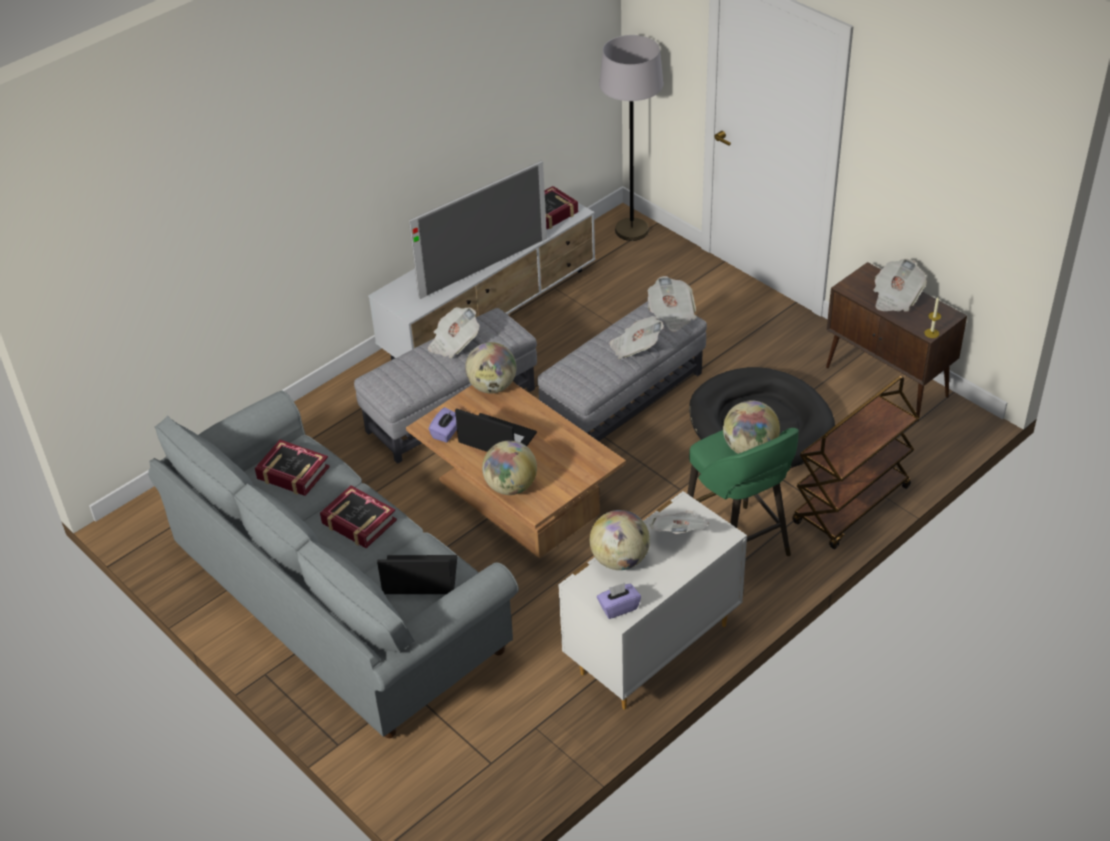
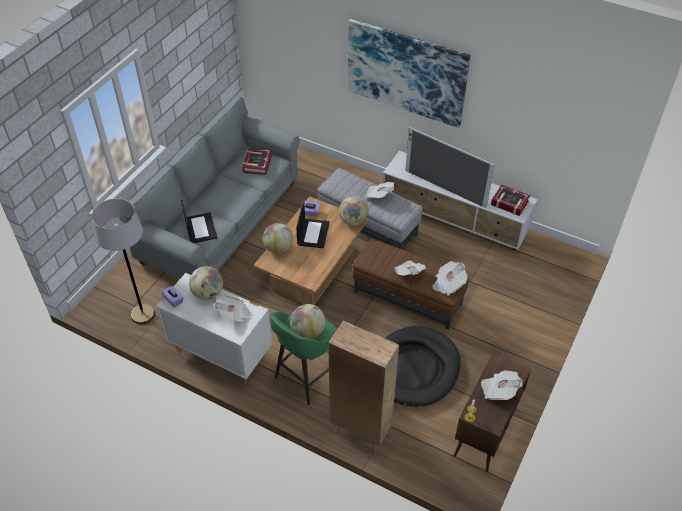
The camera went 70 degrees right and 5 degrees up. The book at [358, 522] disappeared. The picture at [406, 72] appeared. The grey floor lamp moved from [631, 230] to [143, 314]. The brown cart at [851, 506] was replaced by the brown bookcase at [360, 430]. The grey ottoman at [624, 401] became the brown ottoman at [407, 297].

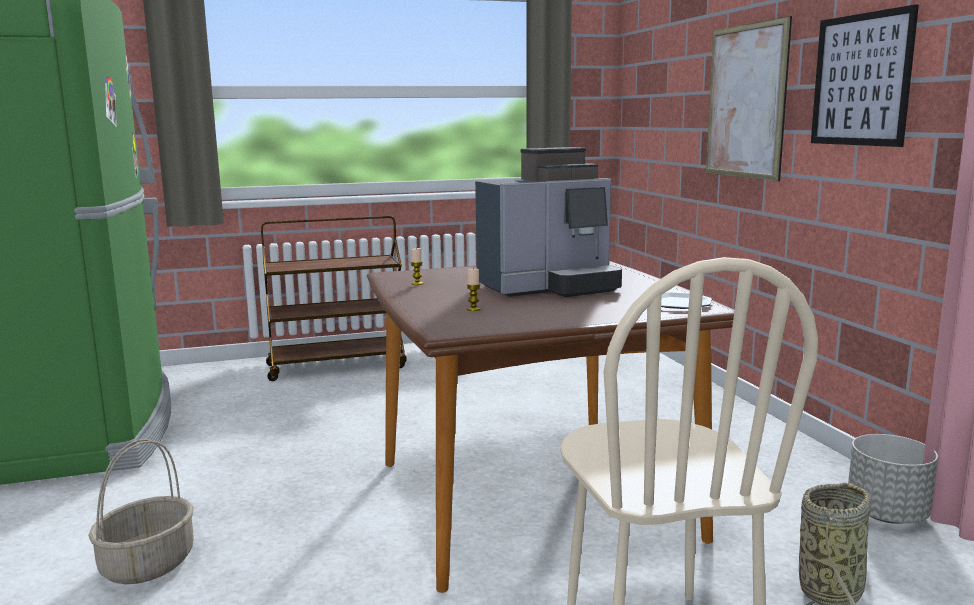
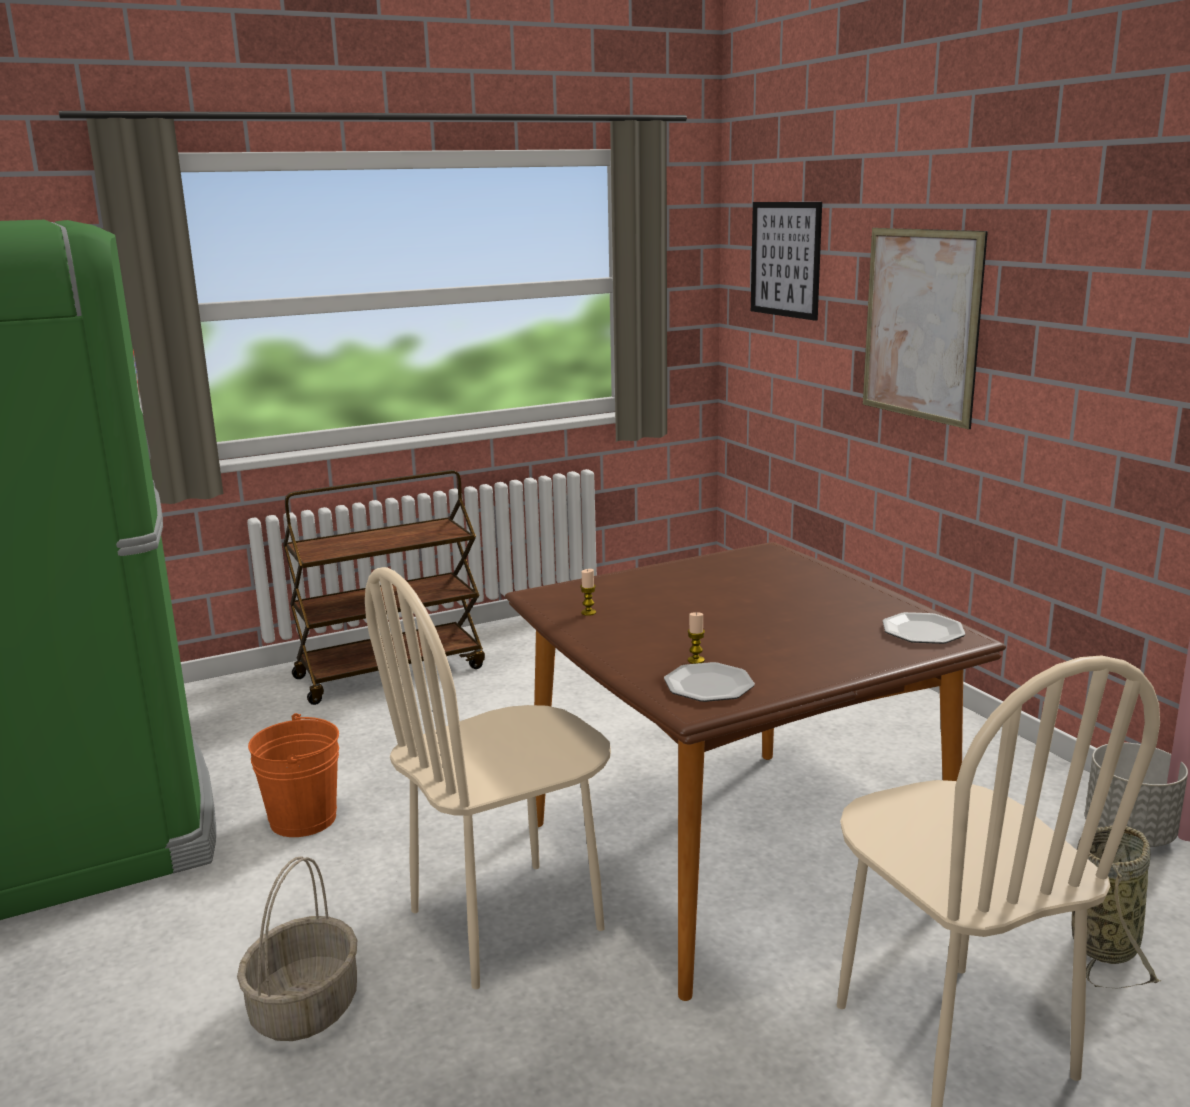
The camera went 10 degrees left and 5 degrees up. The coffee machine at [550, 287] disappeared. The orange bucket at [303, 819] appeared. The beige chair at [507, 921] appeared. The plate at [709, 686] appeared. The picture moved from [861, 80] to [785, 259].

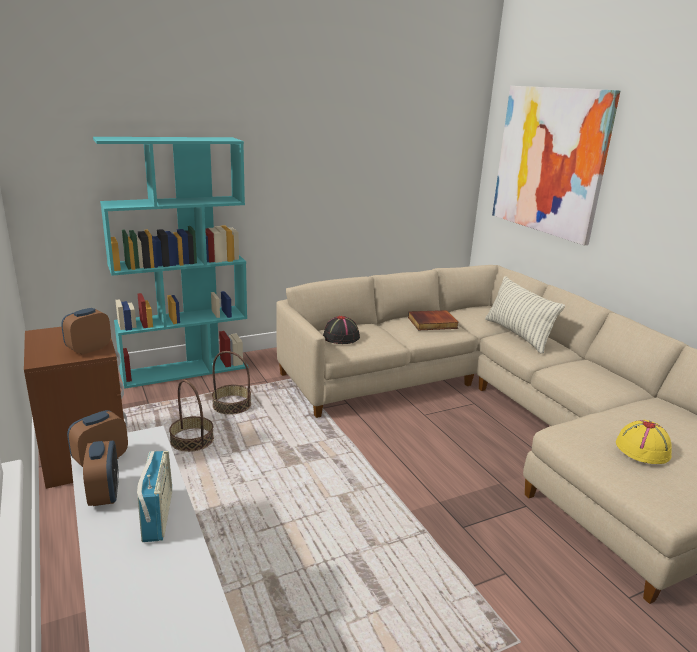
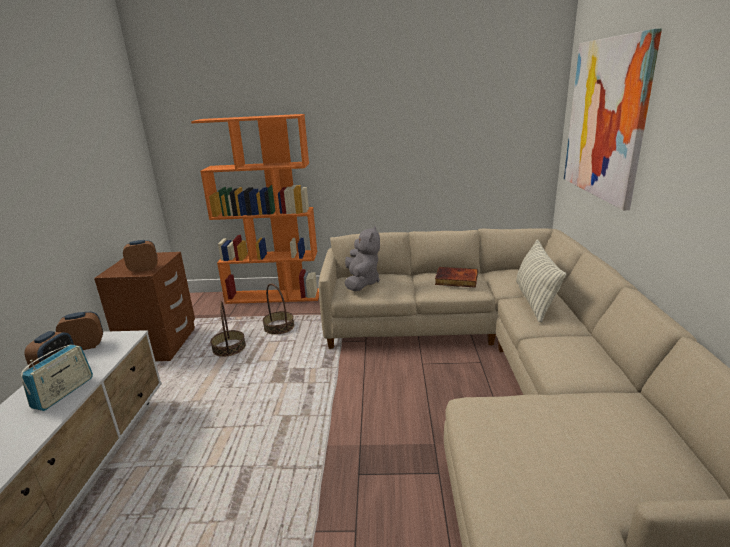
The camera went 30 degrees right and 0 degrees up. The yellow hat at [643, 448] disappeared. The black hat at [341, 337] was replaced by the grey plush toy at [362, 283]. The turquoise bookcase at [185, 370] became the orange bookcase at [274, 296].

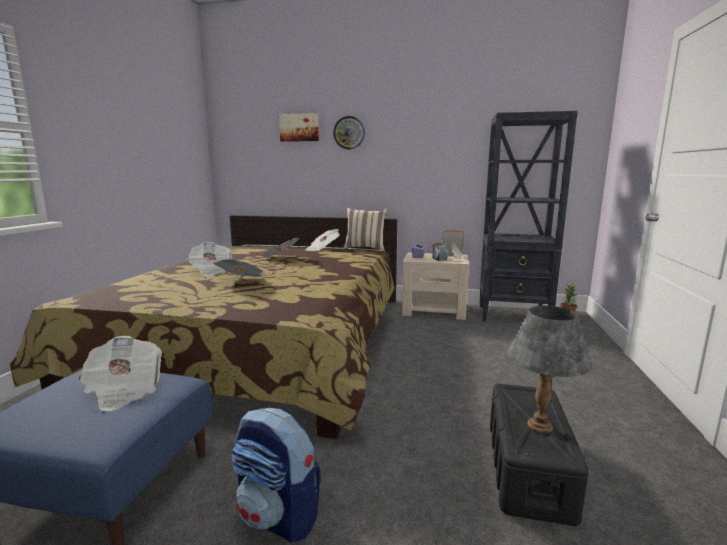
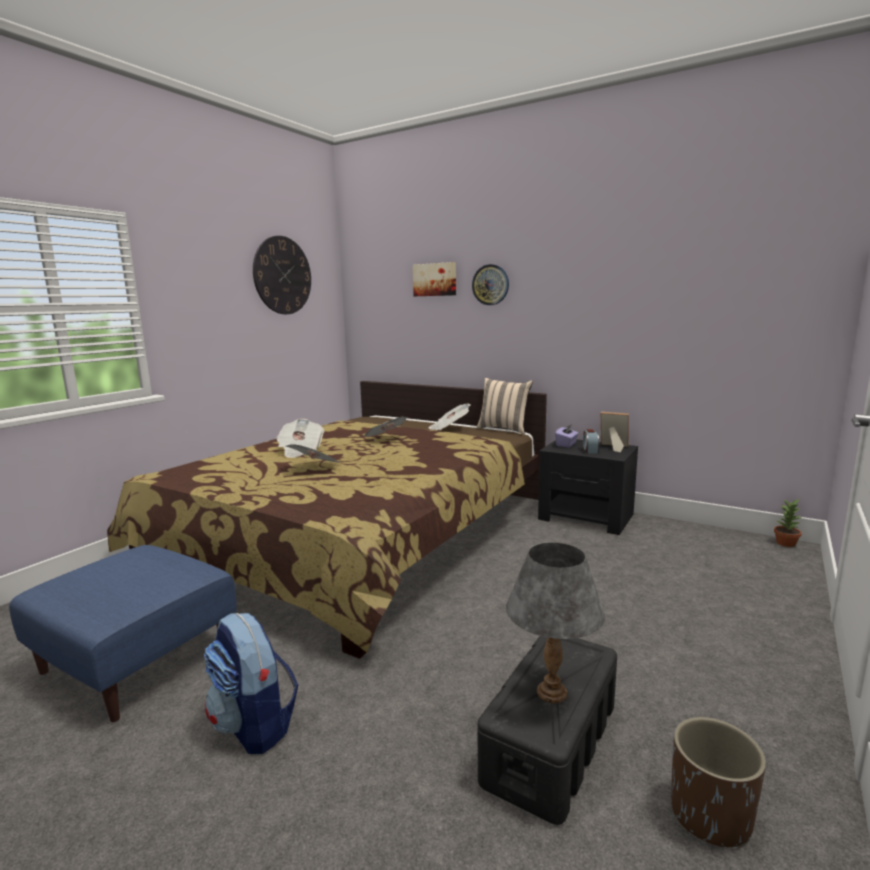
The camera went 20 degrees right and 0 degrees up. The newspaper at [124, 390] disappeared. The black bookcase at [514, 316] disappeared. The wall clock at [282, 275] appeared. The brown planter at [709, 816] appeared. The beige nightstand at [434, 310] became the black nightstand at [586, 517].

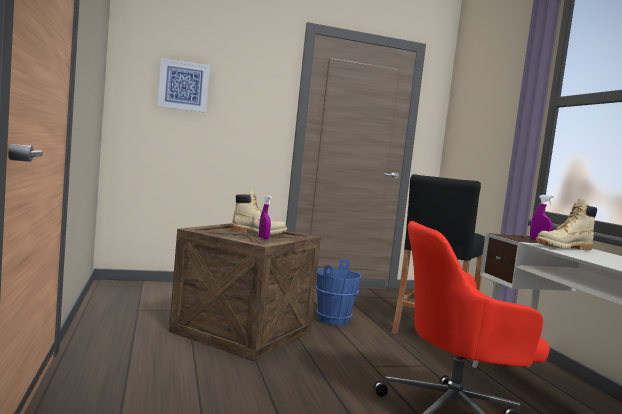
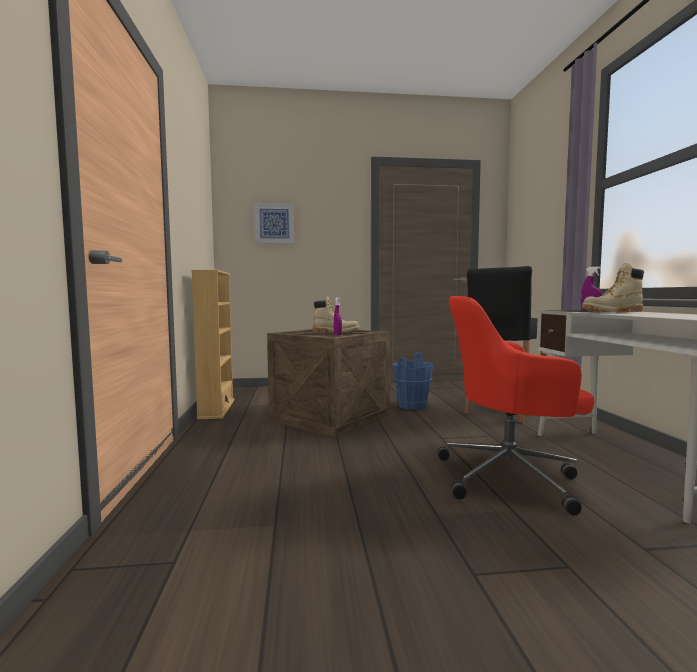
The camera went 10 degrees right and 0 degrees up. The beige bookcase at [216, 409] appeared.

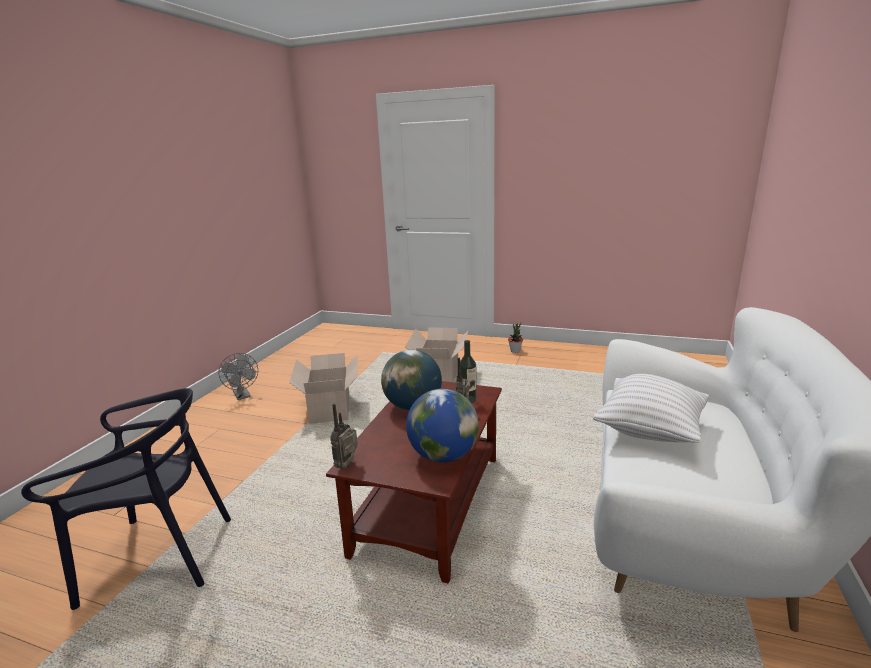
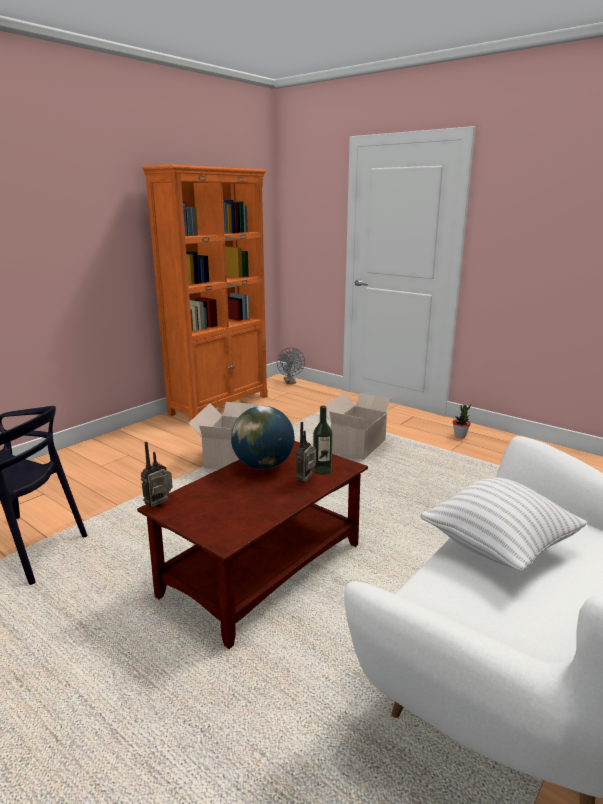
The camera went 20 degrees right and 0 degrees up. The globe at [443, 456] disappeared. The orange bookcase at [220, 405] appeared. The grey fan moved from [243, 396] to [290, 382].

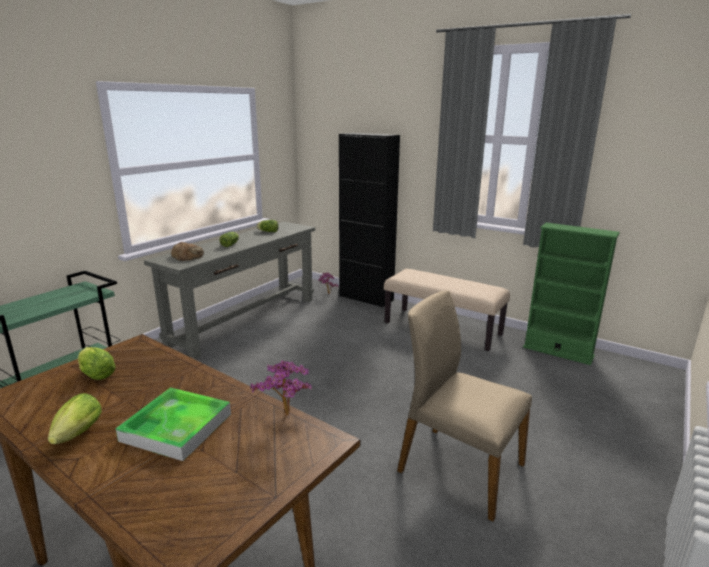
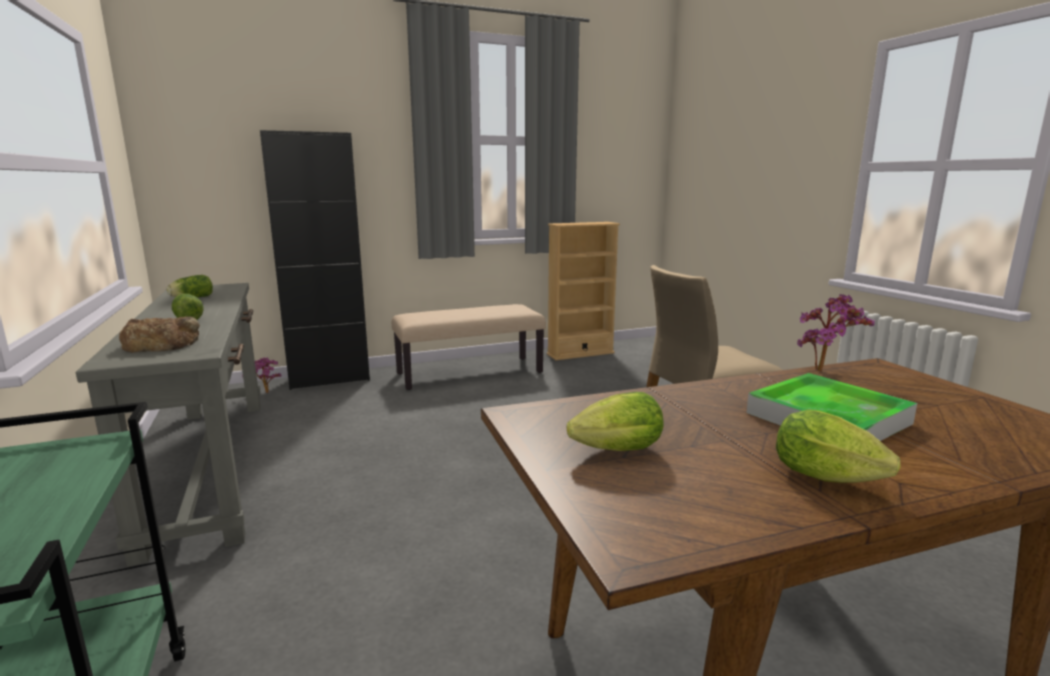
The camera went 55 degrees left and 5 degrees down. The green bookcase at [558, 351] became the beige bookcase at [580, 353].

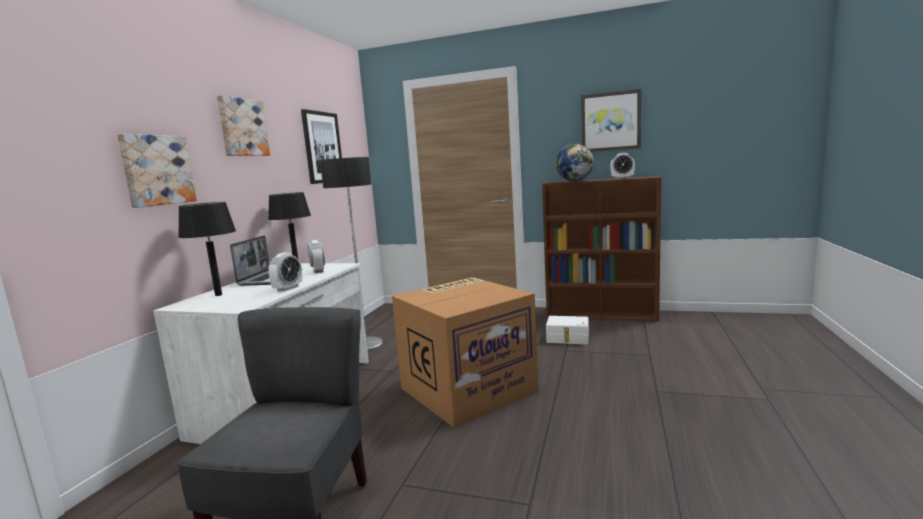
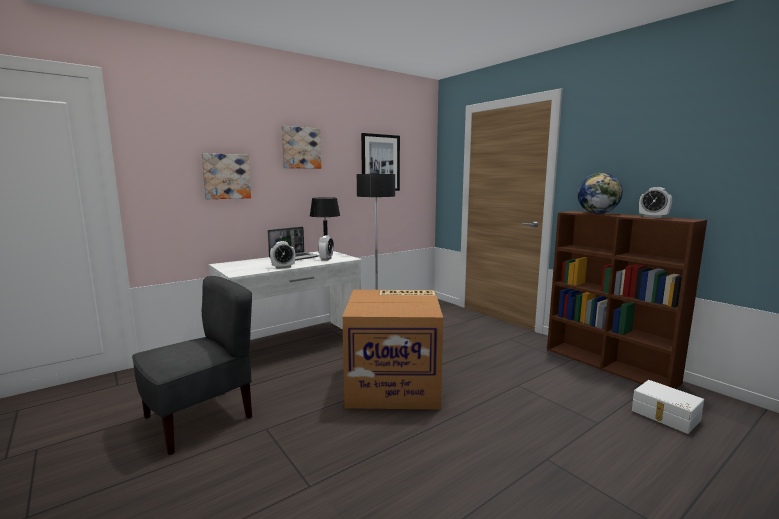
The camera went 35 degrees right and 0 degrees up. The black table lamp at [219, 295] disappeared. The picture at [610, 121] disappeared. The white storage box moved from [567, 338] to [665, 416].

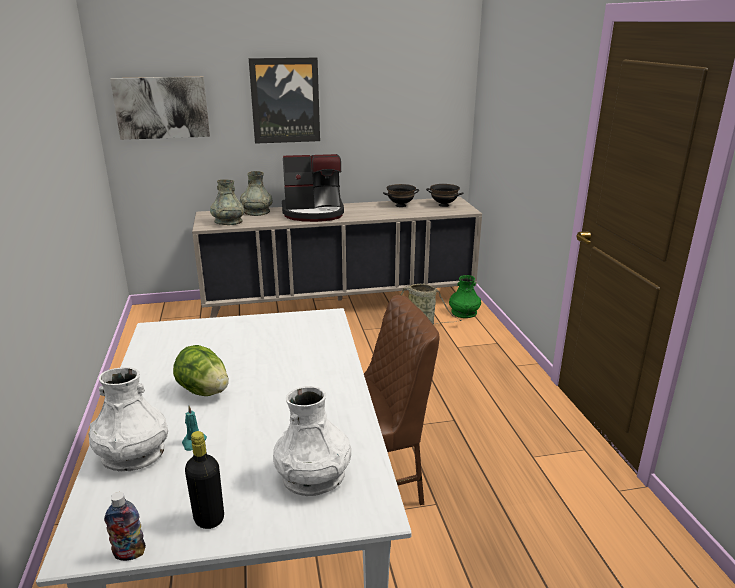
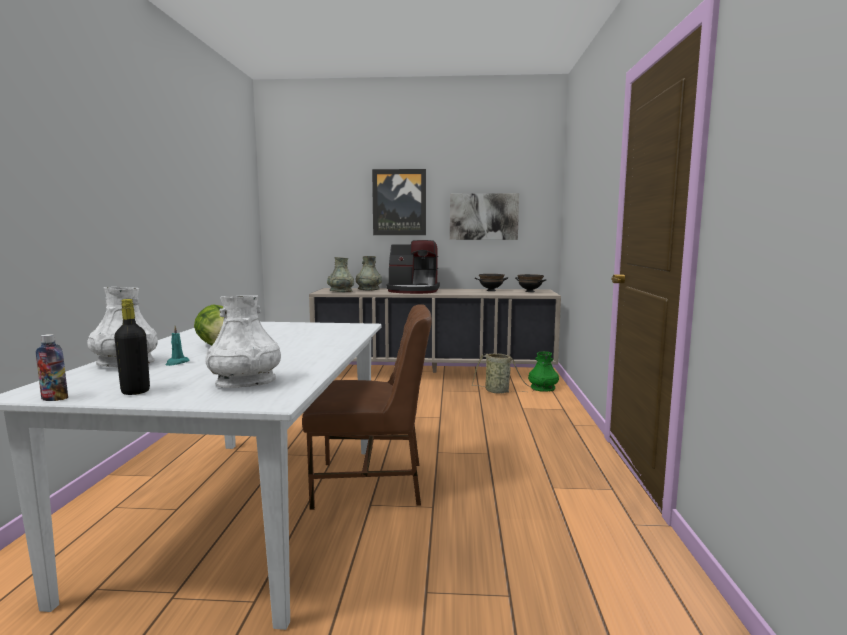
The camera went 15 degrees right and 15 degrees down. The picture moved from [162, 107] to [483, 216].

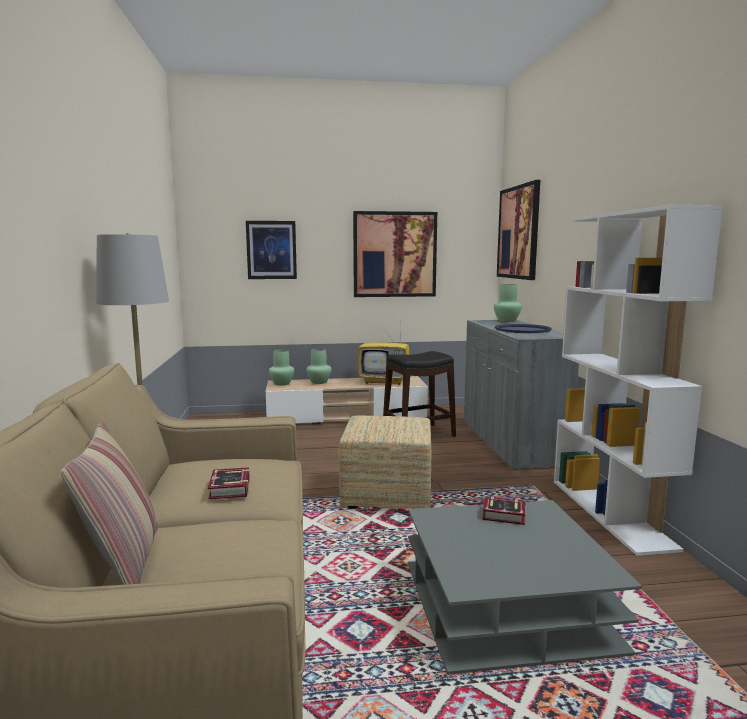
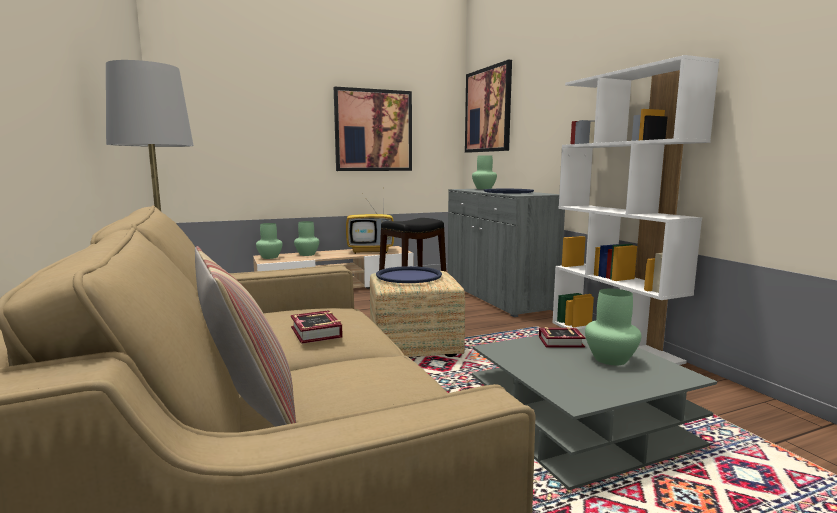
The camera went 15 degrees left and 0 degrees up. The picture at [271, 250] disappeared. The blue tray at [408, 276] appeared. The green vase at [611, 359] appeared.

